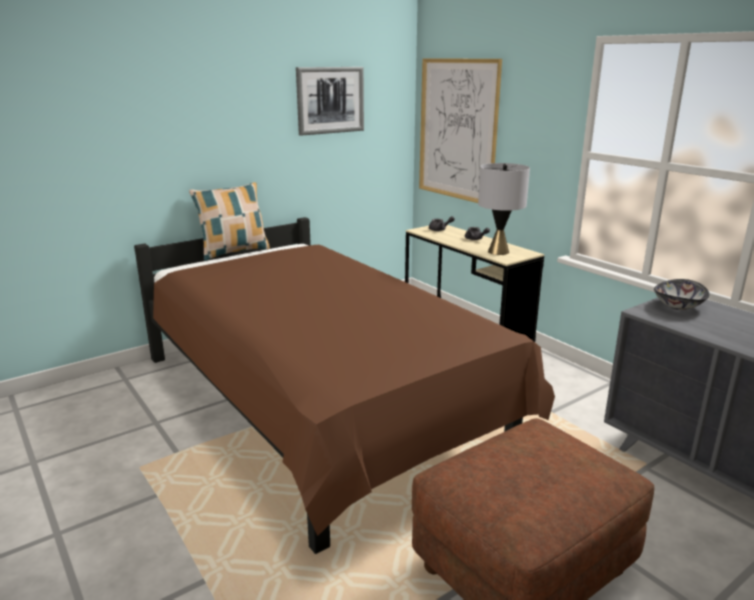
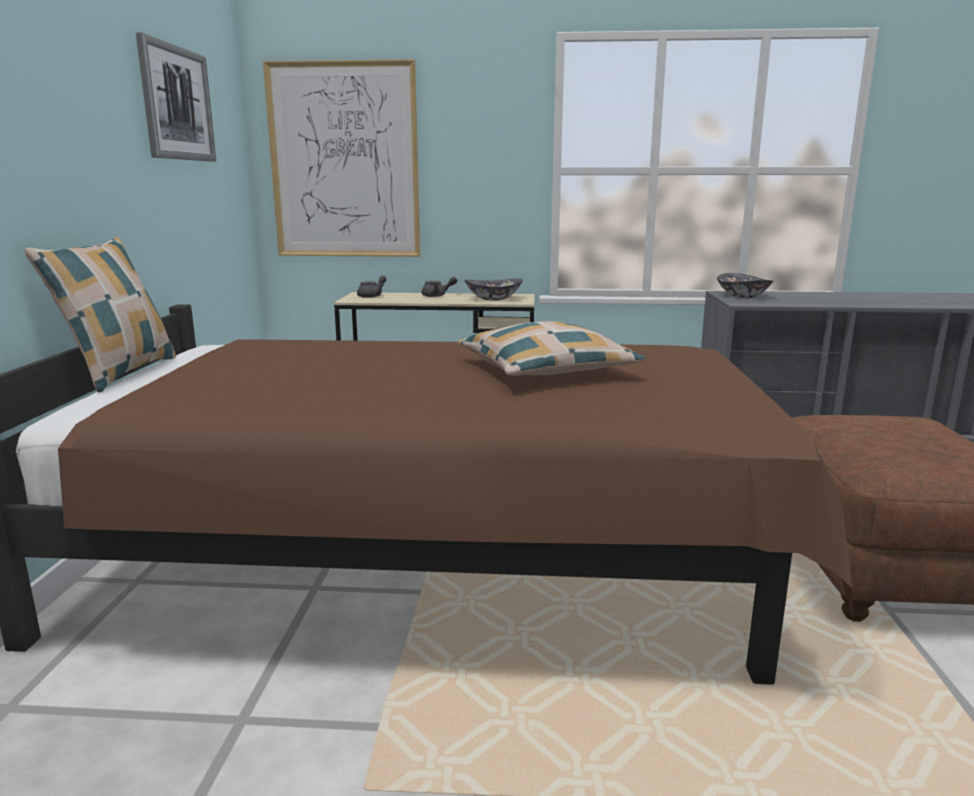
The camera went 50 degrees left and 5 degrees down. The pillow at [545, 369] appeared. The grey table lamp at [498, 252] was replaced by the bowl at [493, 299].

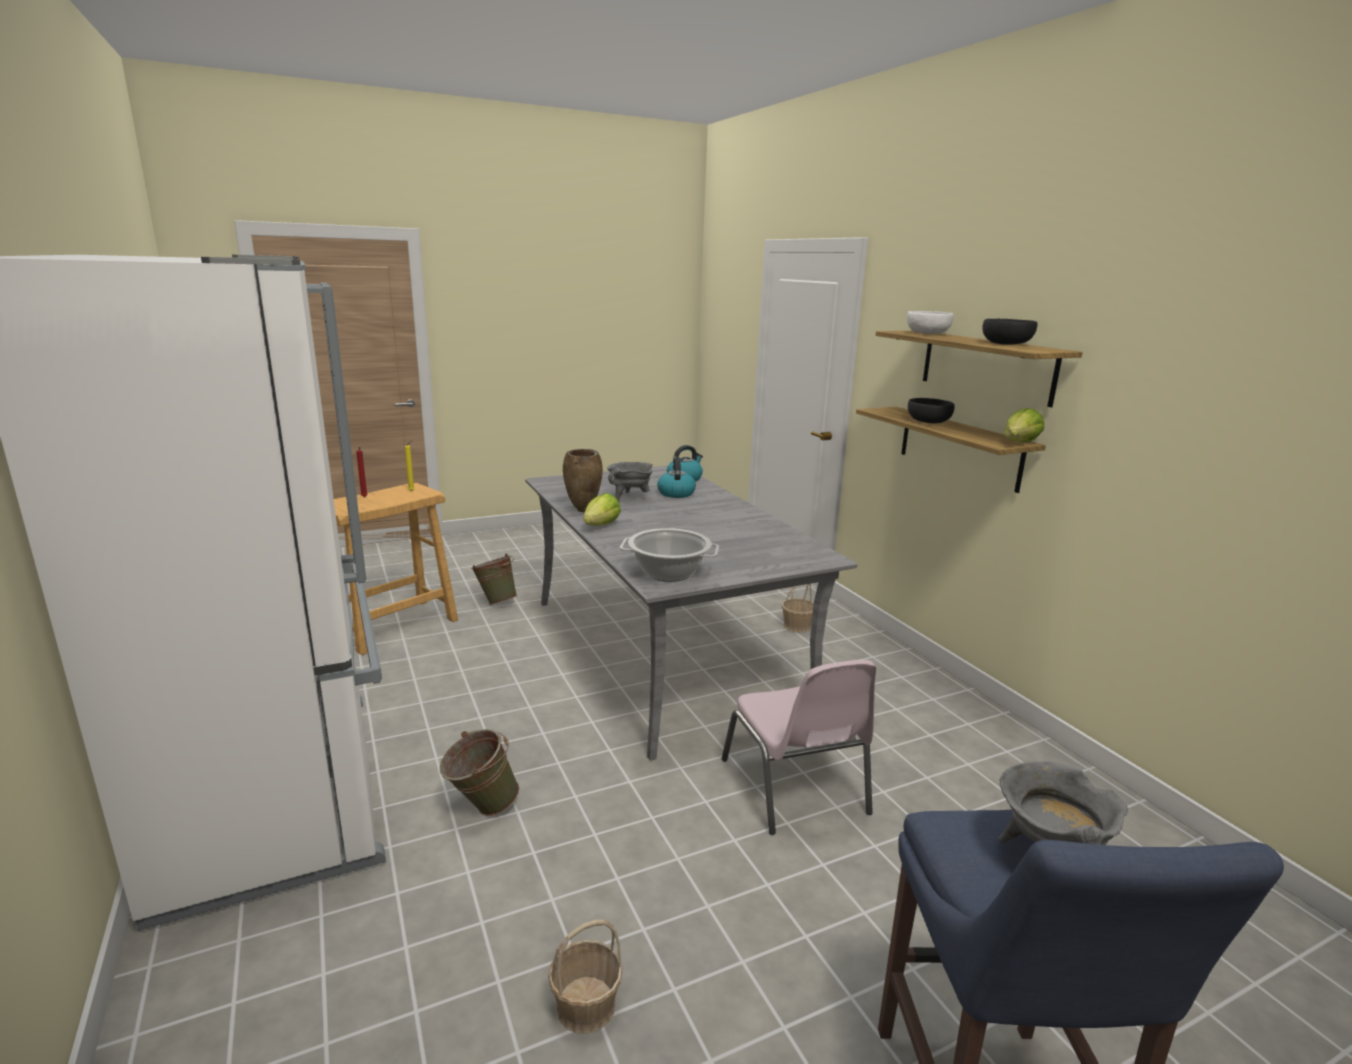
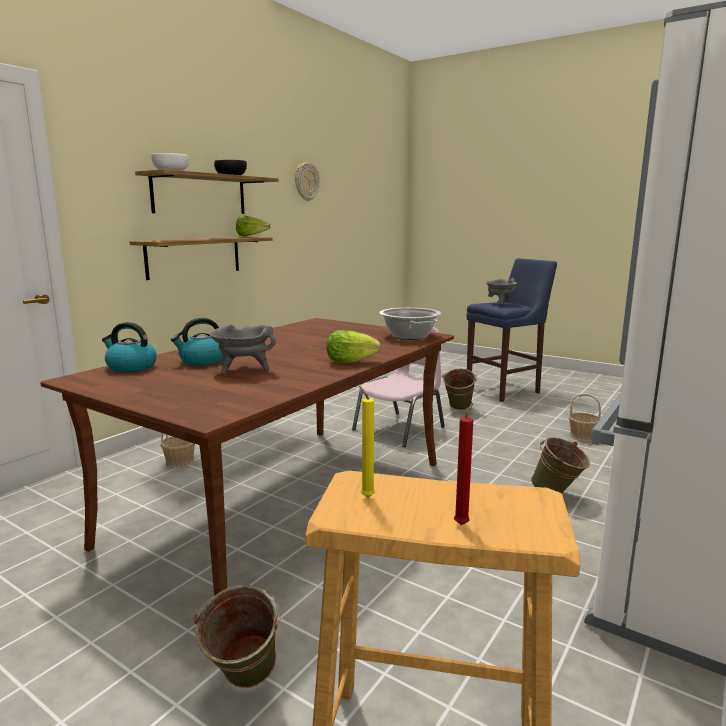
The camera went 120 degrees left and 5 degrees down. The brown vase at [583, 511] disappeared. The black bowl at [928, 422] disappeared. The wall clock at [306, 182] appeared. The green bucket at [458, 409] appeared. The grey dining table at [665, 652] became the brown dining table at [285, 500].

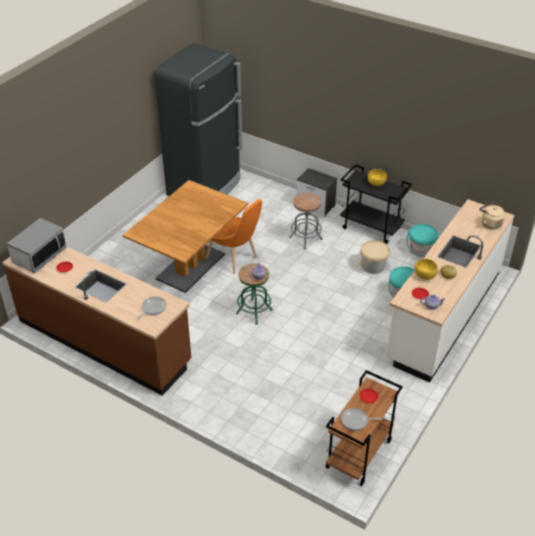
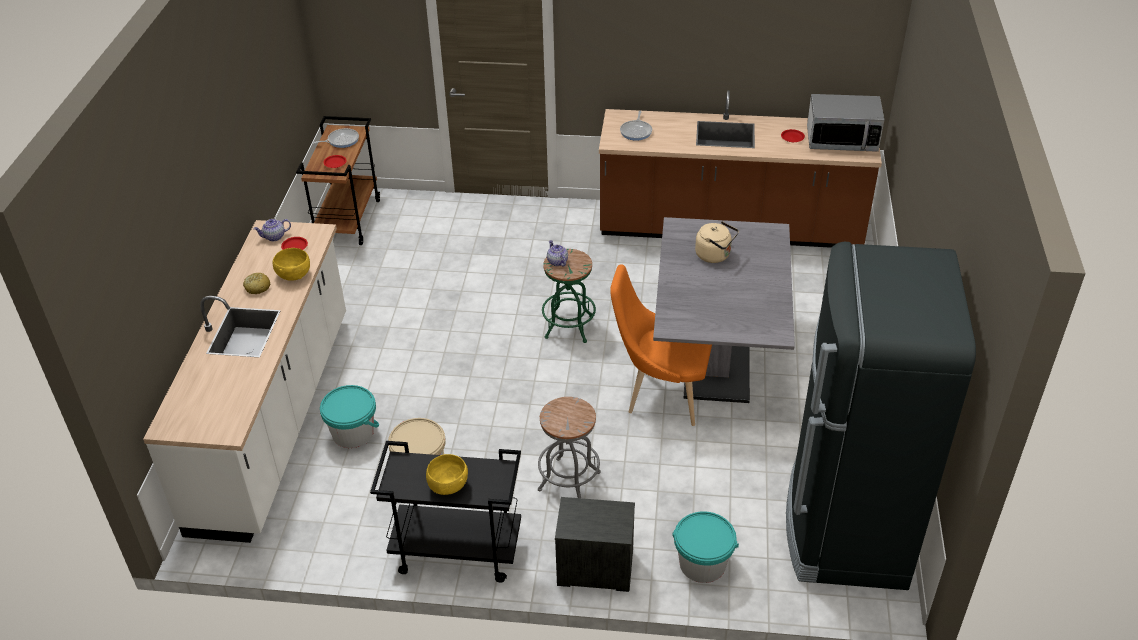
The camera went 155 degrees right and 0 degrees up. The turquoise bucket moved from [421, 250] to [702, 564]. The beige kettle moved from [490, 223] to [715, 255]. The brown dining table at [190, 266] became the grey dining table at [717, 359]. The microwave at [39, 256] turned 90 degrees counterclockwise.

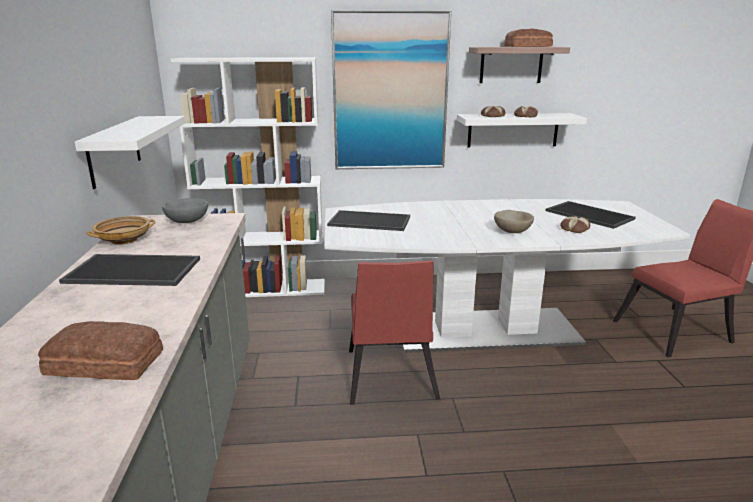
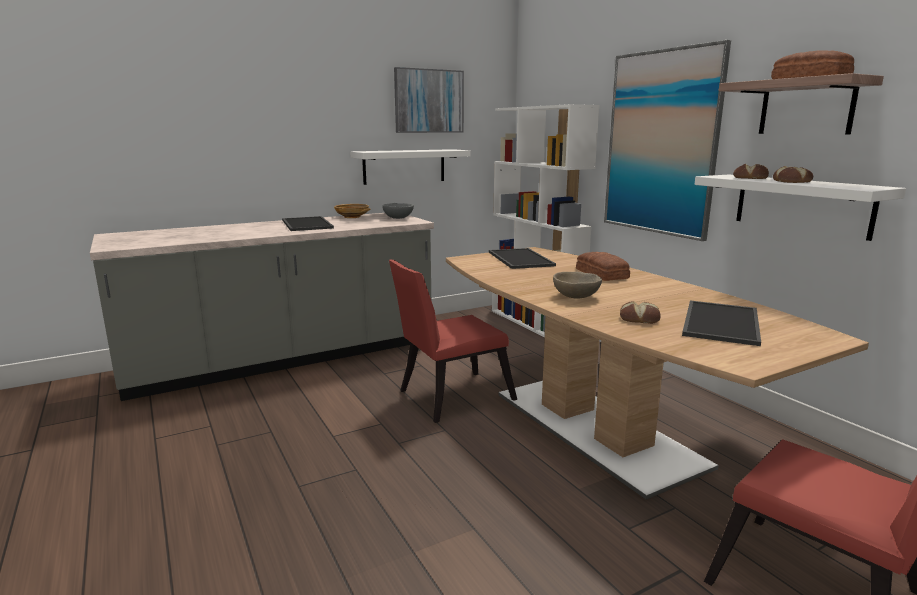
The camera went 65 degrees right and 5 degrees down. The picture at [429, 101] appeared. The bread moved from [104, 364] to [601, 274]. The white dining table at [485, 330] became the brown dining table at [594, 427].

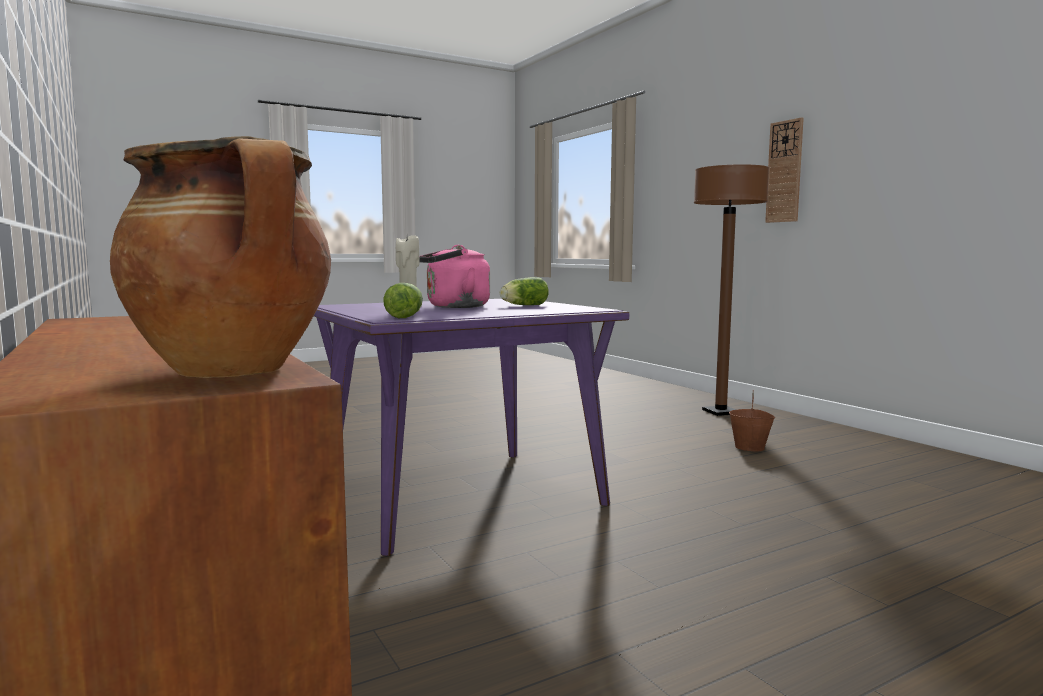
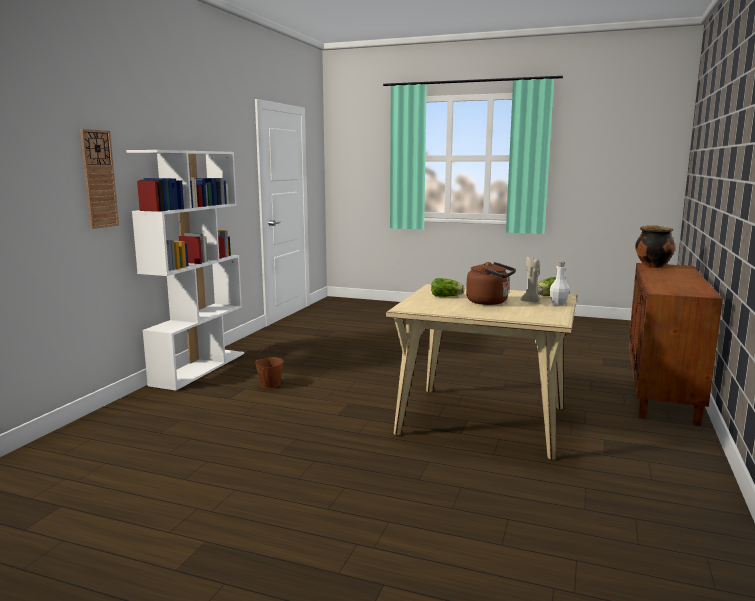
The camera went 130 degrees left and 5 degrees up. The brown floor lamp at [720, 412] disappeared. The white bookcase at [199, 368] appeared. The white bottle at [558, 304] appeared. The purple dining table at [461, 496] became the beige dining table at [483, 420]. The pink kettle at [454, 307] became the brown kettle at [490, 302].

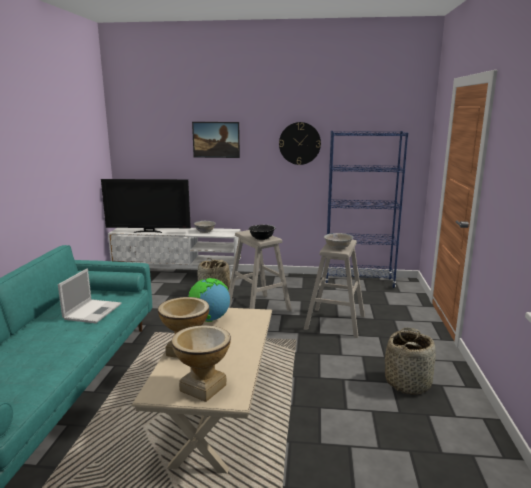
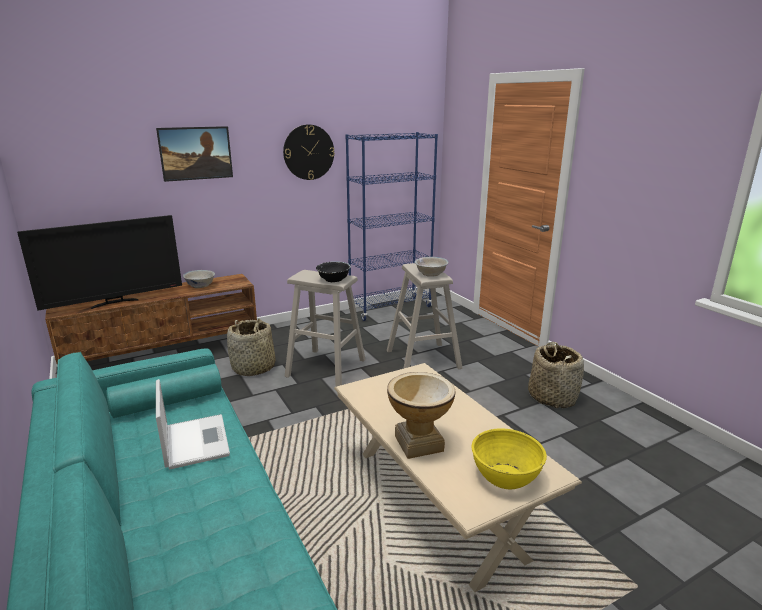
The camera went 35 degrees left and 5 degrees up. The globe at [209, 319] disappeared. The vase at [203, 387] was replaced by the yellow bowl at [505, 476]. The white tv stand at [178, 274] became the brown tv stand at [166, 354].

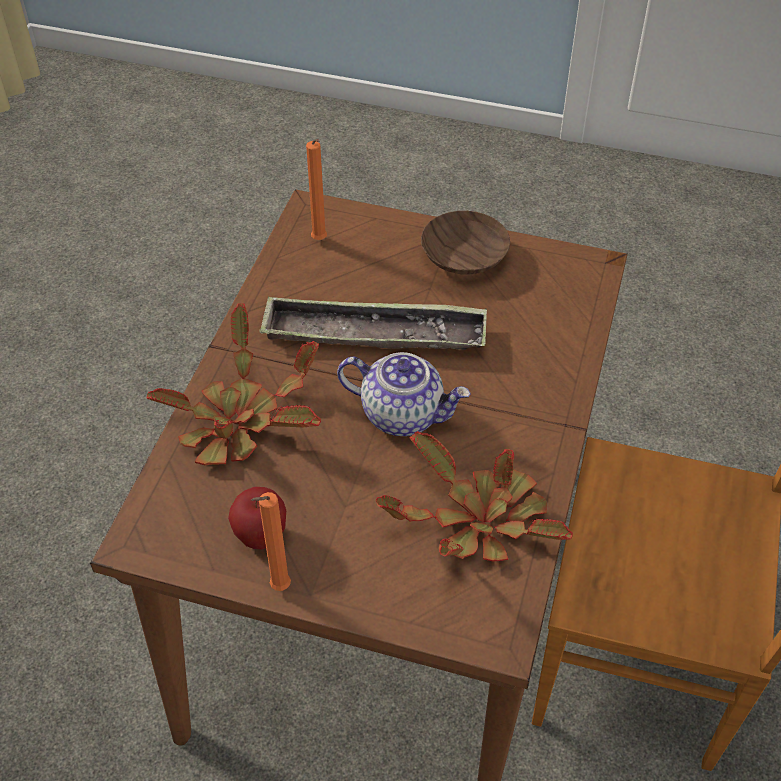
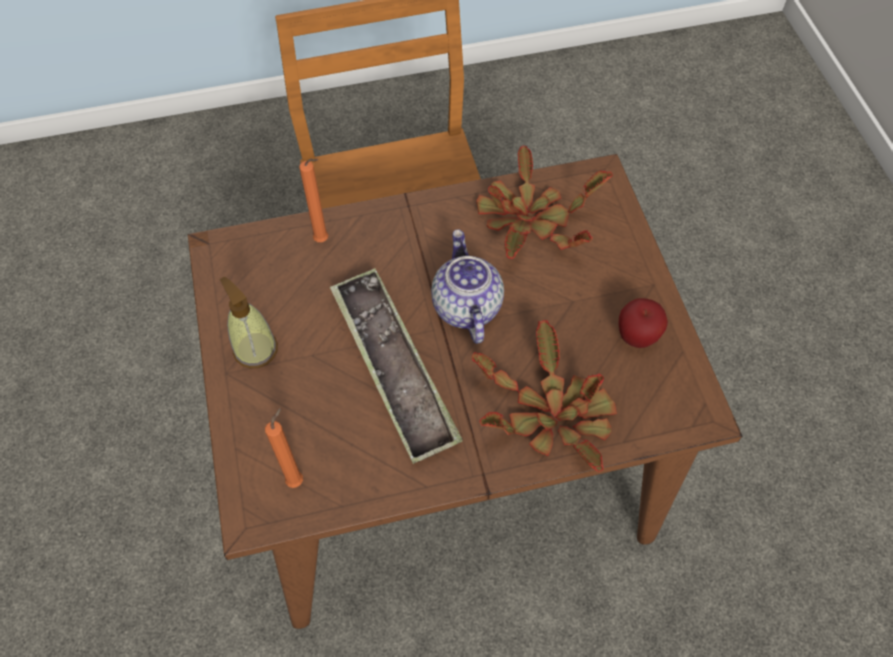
The camera went 120 degrees left and 10 degrees up. The orange candle moved from [277, 588] to [323, 241]. The brown bowl at [462, 256] was replaced by the soap dispenser at [255, 349].

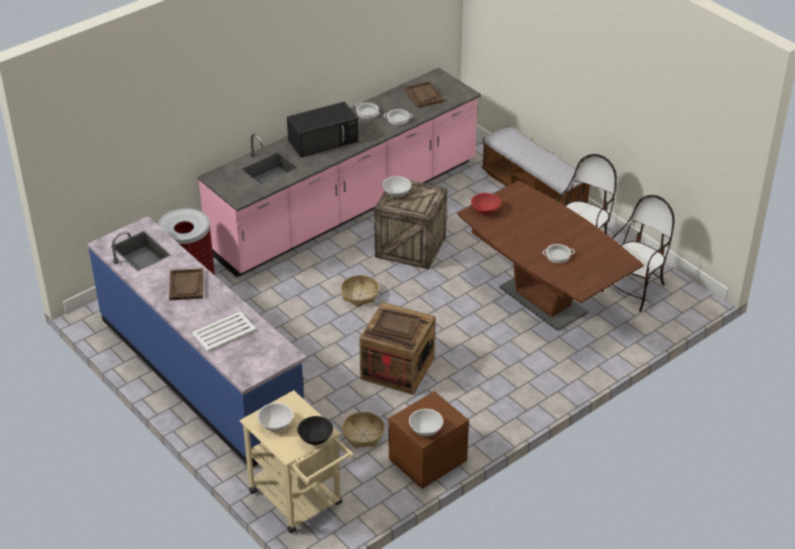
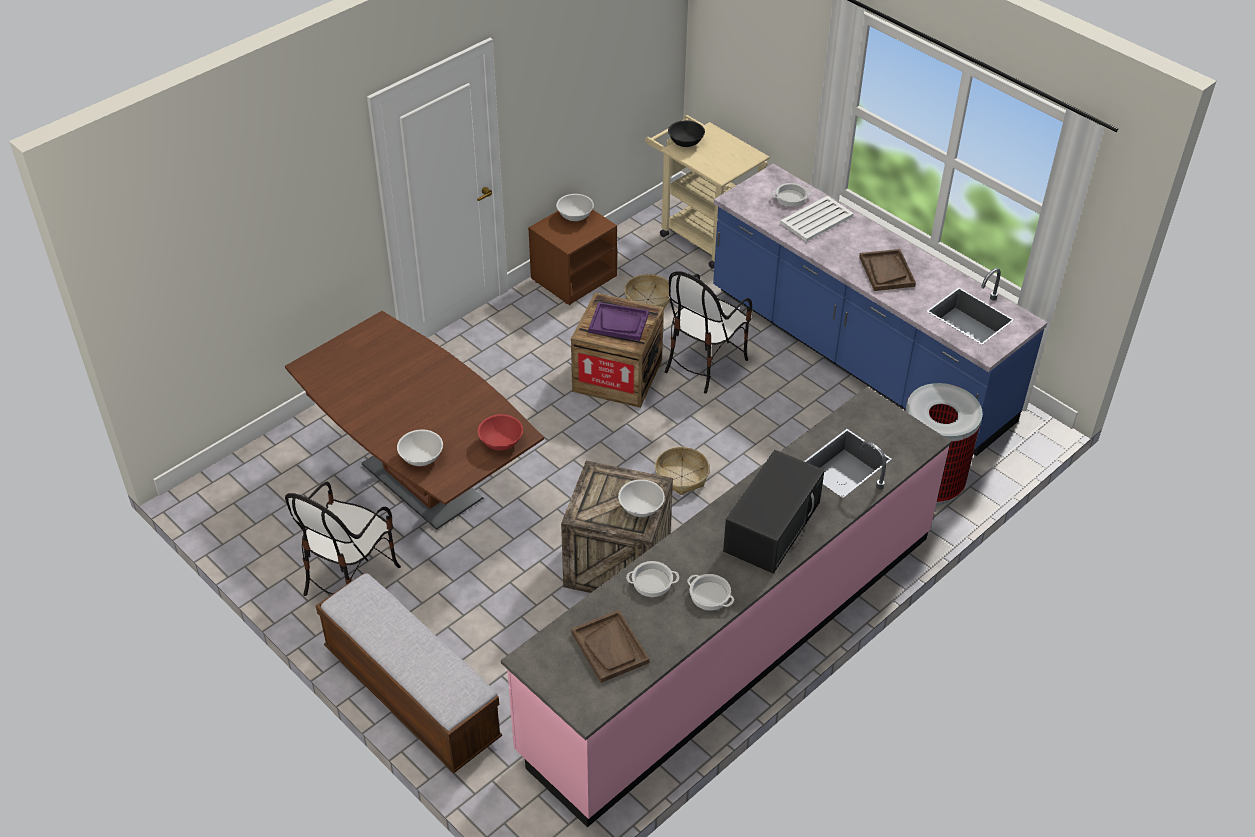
The camera went 175 degrees right and 5 degrees up. The white bowl moved from [275, 424] to [421, 457]. The cooking pot moved from [557, 256] to [791, 197]. The chair moved from [634, 290] to [704, 363]. The brown tray at [396, 325] became the purple tray at [619, 323]. The black microwave at [324, 140] turned 150 degrees clockwise.

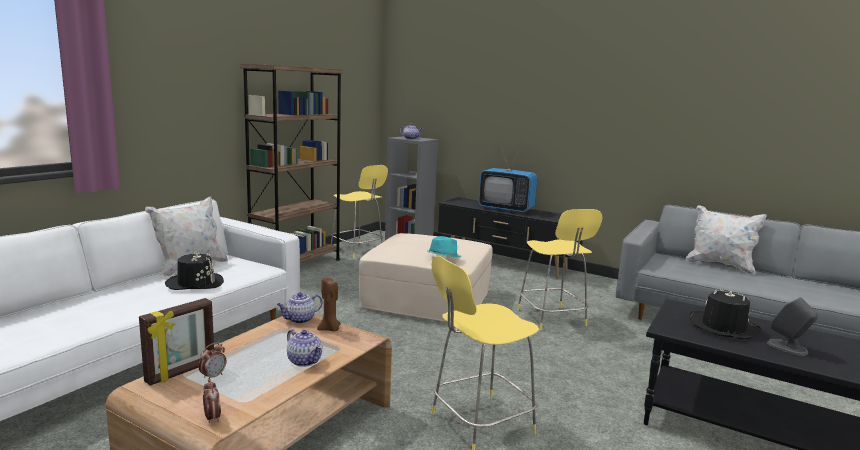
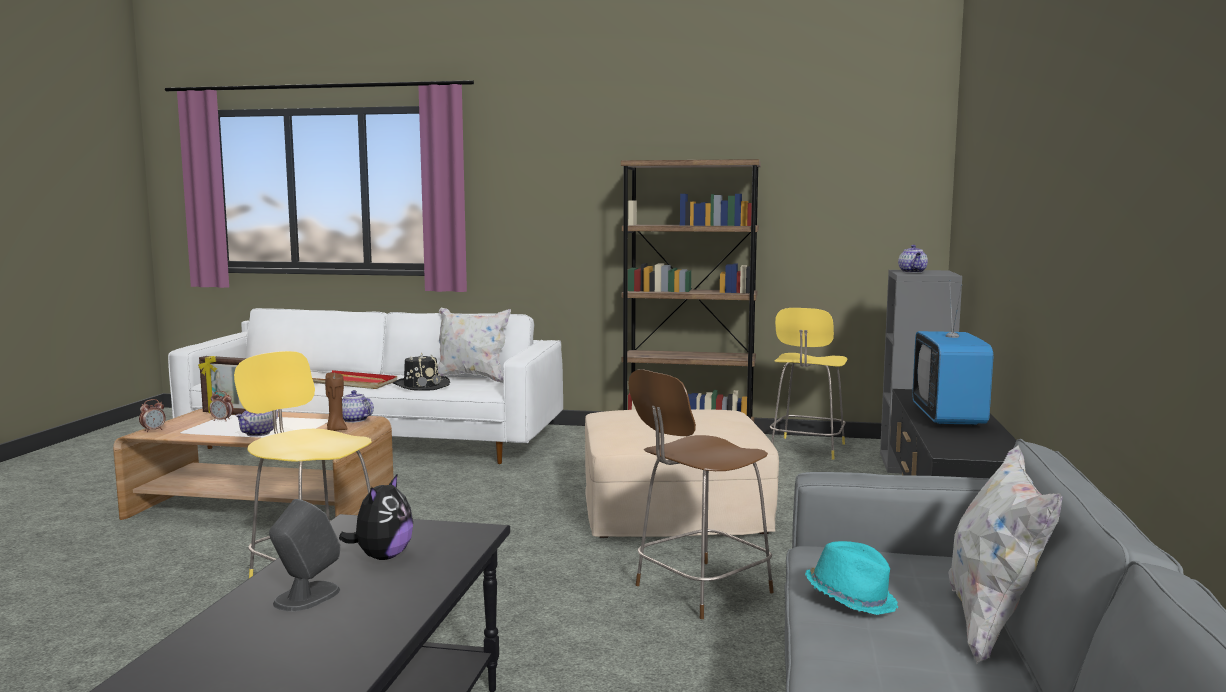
The camera went 70 degrees right and 5 degrees down. The red tray at [354, 383] appeared. The turquoise hat moved from [443, 257] to [851, 598]. The black hat at [723, 327] was replaced by the plush toy at [382, 557]. The yellow stool at [552, 319] became the brown stool at [699, 590].

